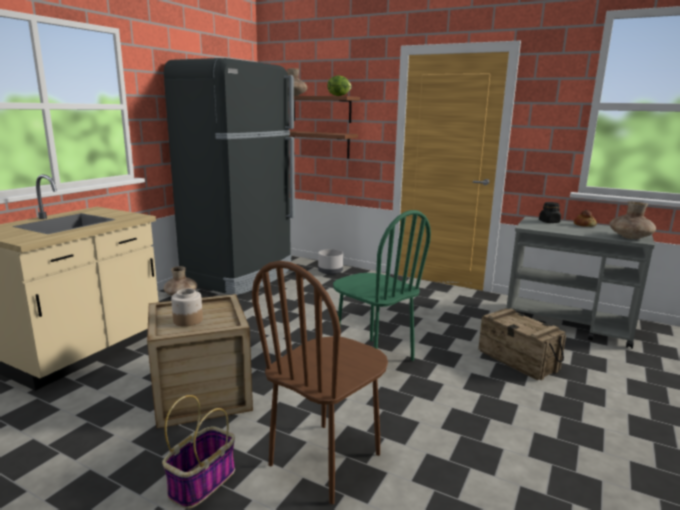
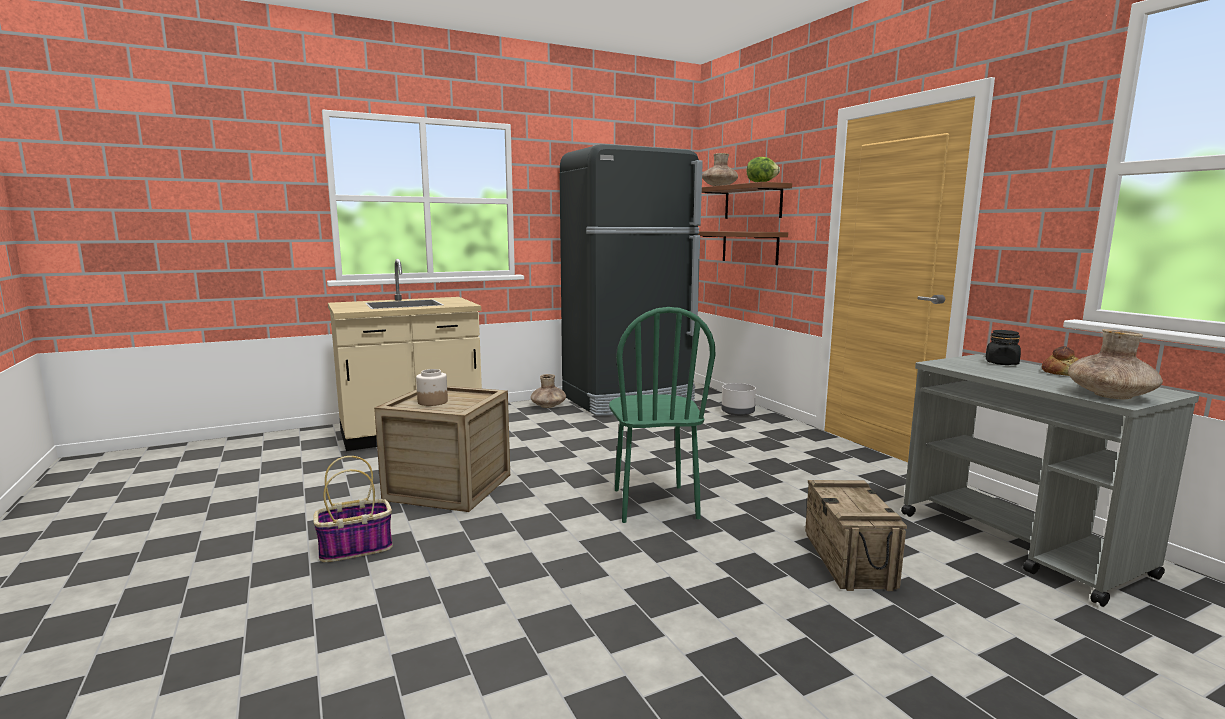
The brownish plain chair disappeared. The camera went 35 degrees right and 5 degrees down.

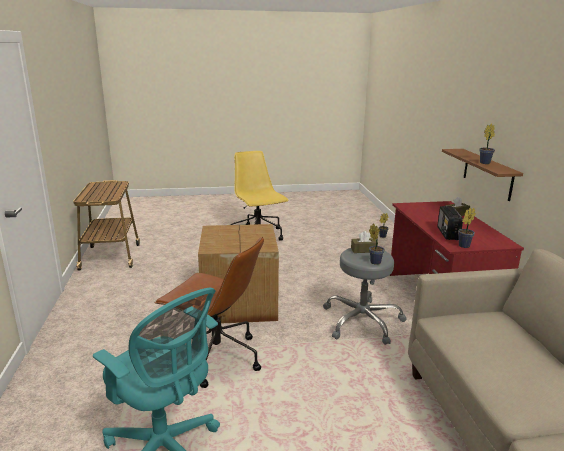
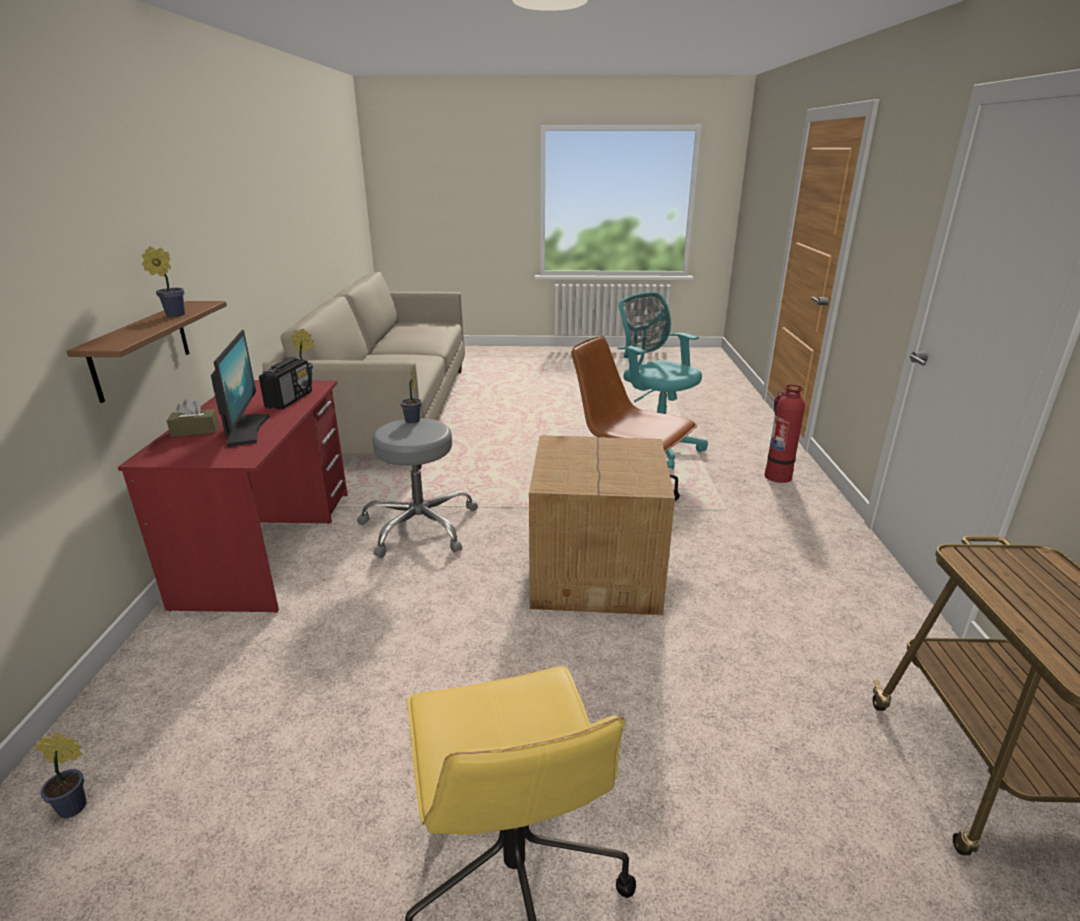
The brownish box of tissues (no. 1 from left) disappeared. The computer display appeared. The extinguisher appeared. The camera went 170 degrees left and 5 degrees up.

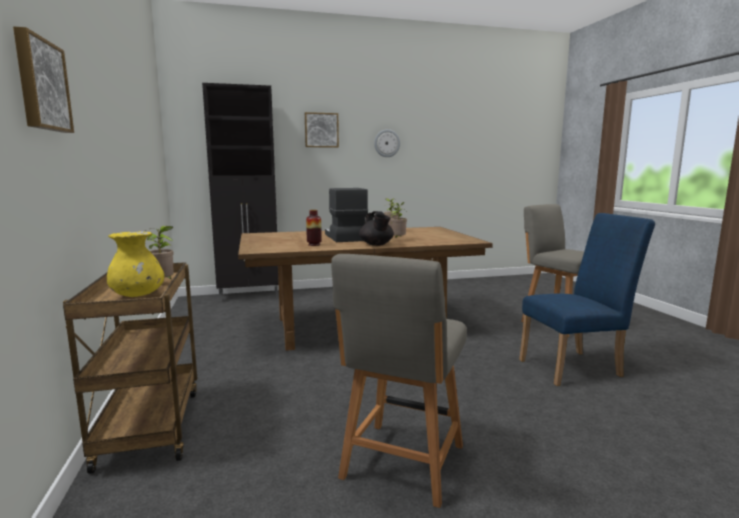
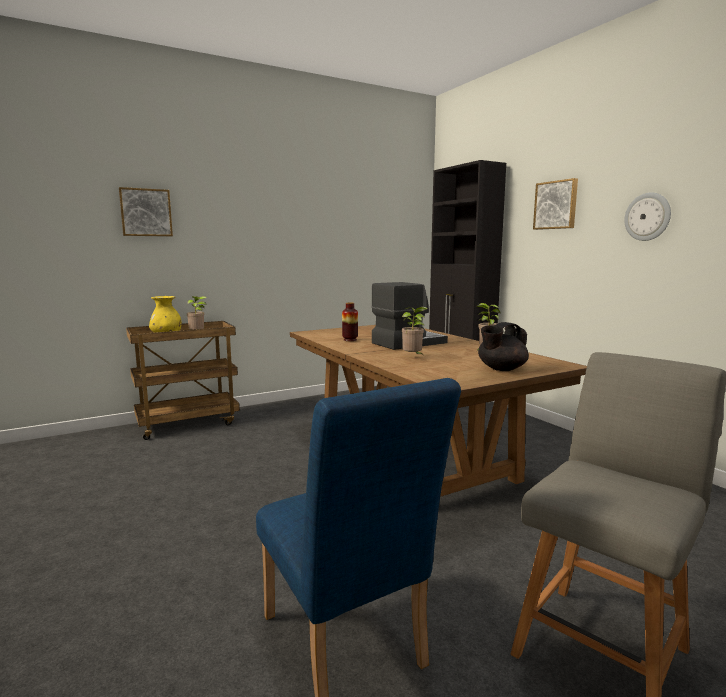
The gray plain chair (no. 1 from left) disappeared. The black-coloured pot for tea moved. The camera went 75 degrees right and 0 degrees up.

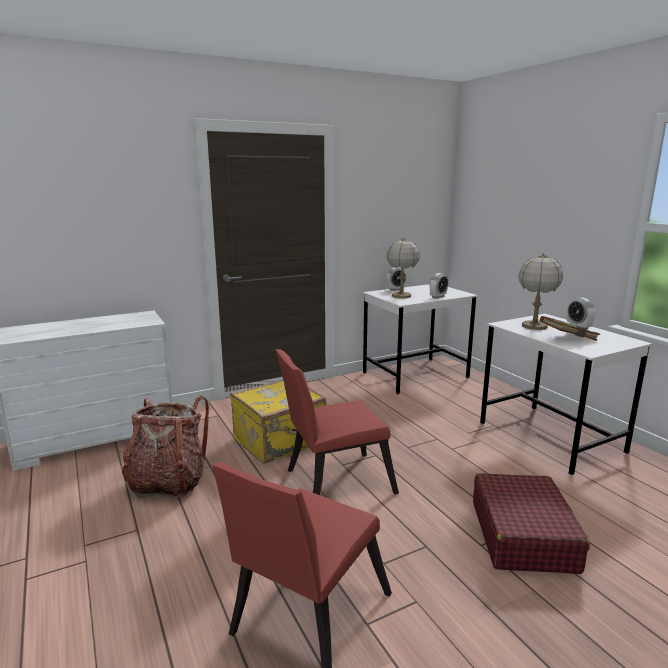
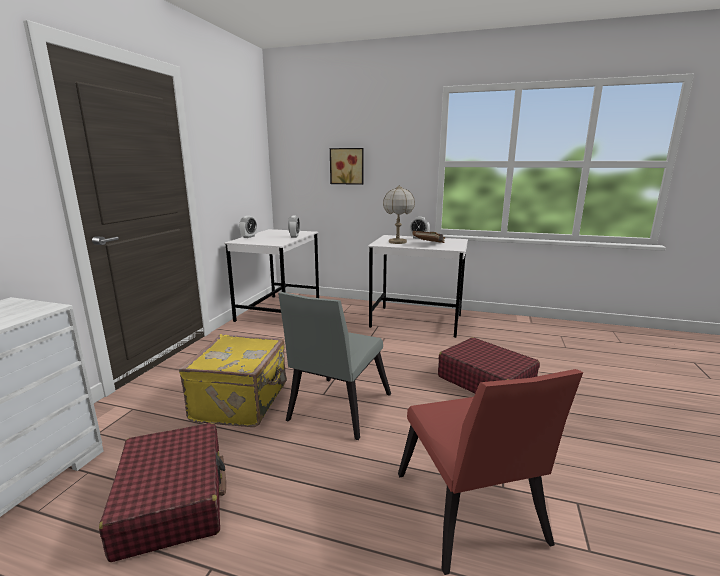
The table lamp (no. 1 from left) disappeared. The wall art appeared. The backpack was replaced by the reddish piece of luggage (no. 1 from left). The reddish plain chair (no. 2 from left) became the gray plain chair. The camera went 45 degrees left and 0 degrees up.

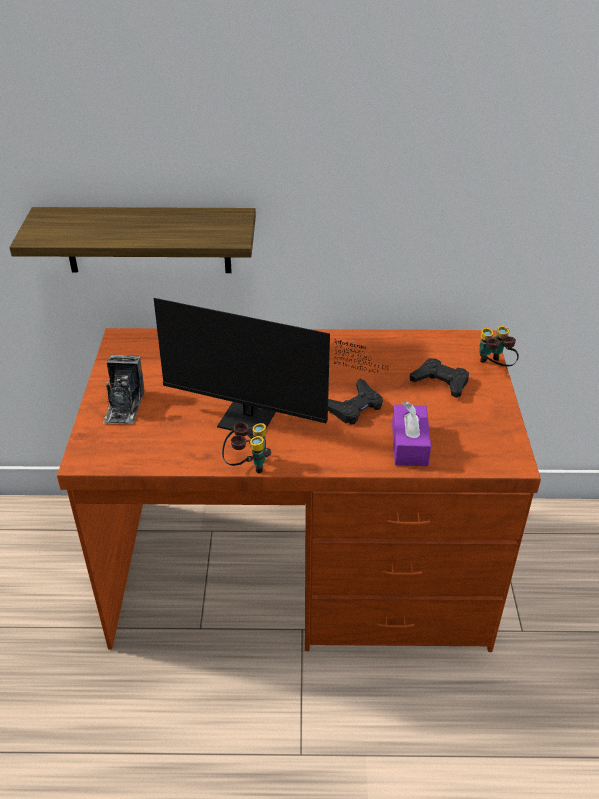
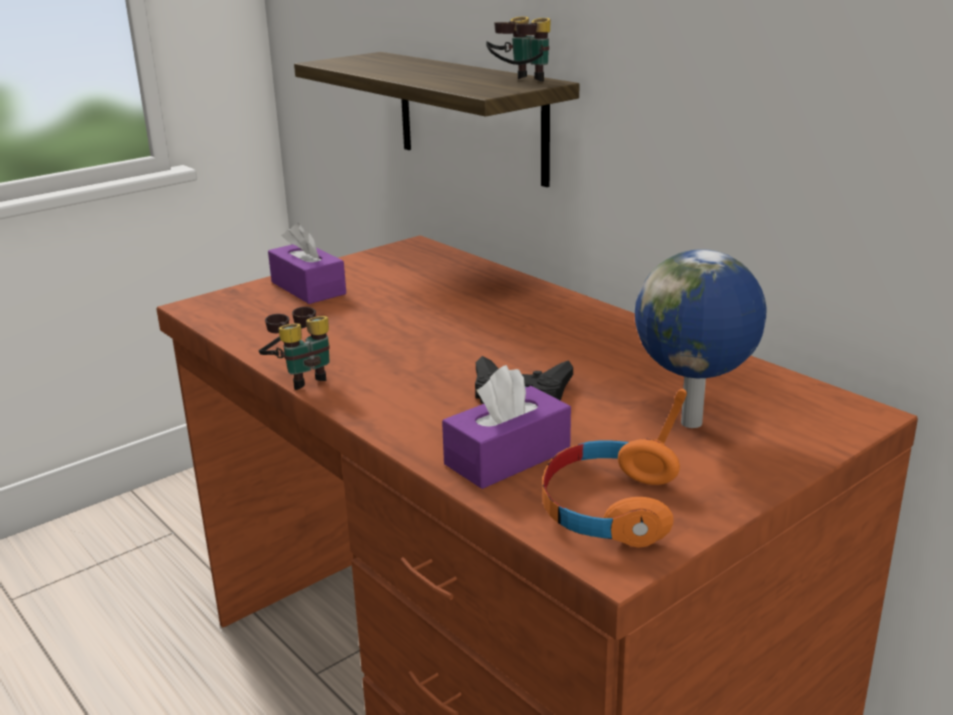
The computer display disappeared. The orange pair of headphones appeared. The binoculars (no. 2 from left) moved. The photo camera was replaced by the purple box of tissues (no. 1 from left). The black-coloured joypad (no. 2 from left) was replaced by the globe. The camera went 50 degrees right and 15 degrees down.

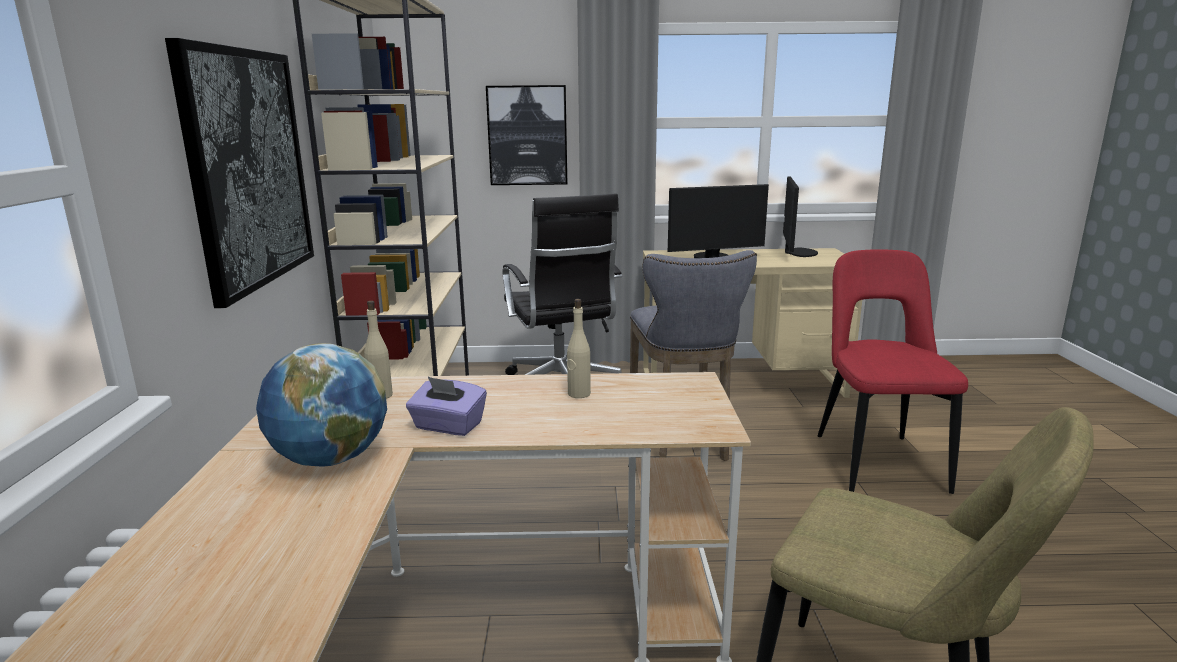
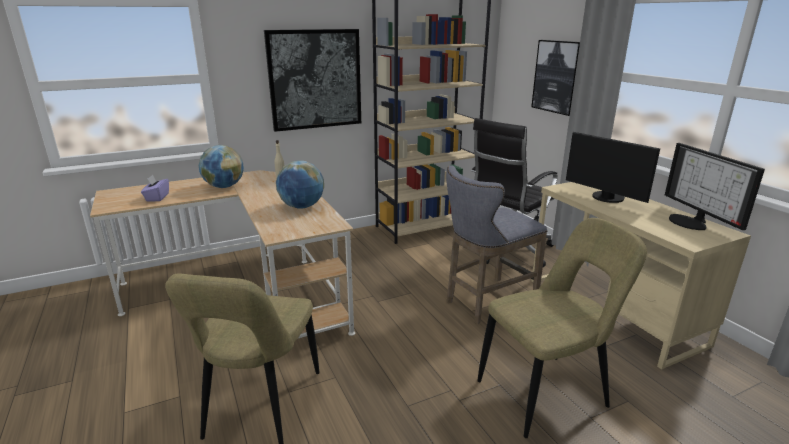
The purple box of tissues moved. The beige-coloured drink bottle (no. 2 from left) was replaced by the globe (no. 2 from left). The reddish plain chair became the beige-coloured plain chair (no. 2 from left). The computer display (no. 2 from left) turned 90 degrees clockwise. The camera went 65 degrees right and 5 degrees up.

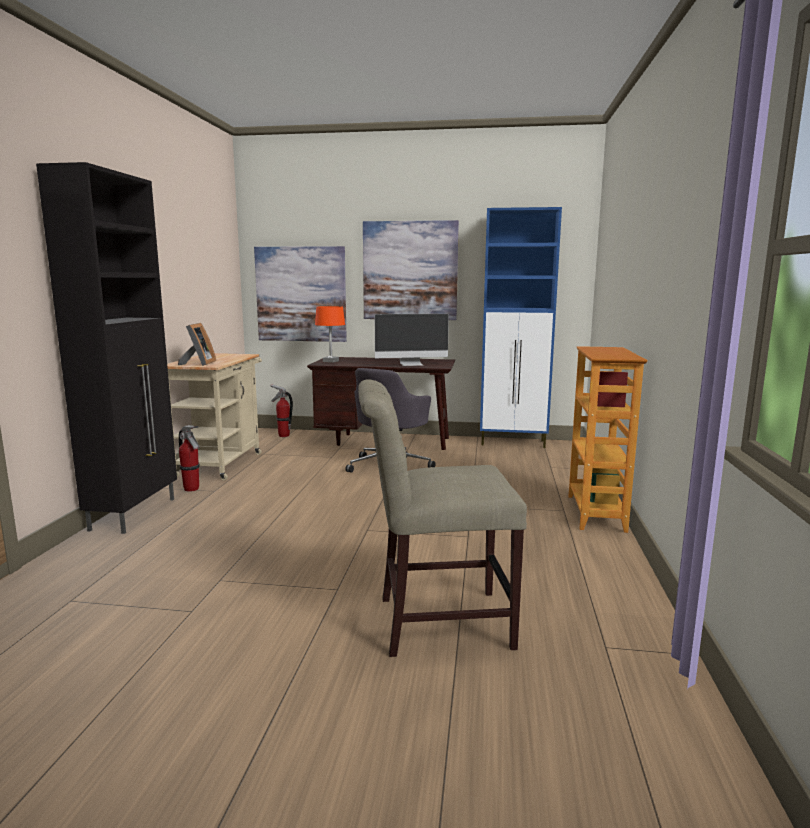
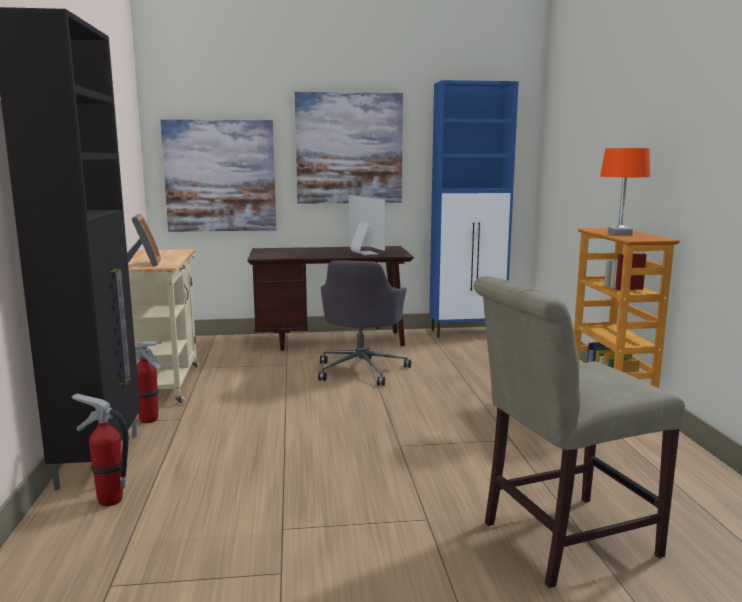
The extinguisher (no. 2 from left in the first image) moved. The orange table lamp moved. The computer display turned 90 degrees counterclockwise. The camera went 15 degrees left and 0 degrees up.

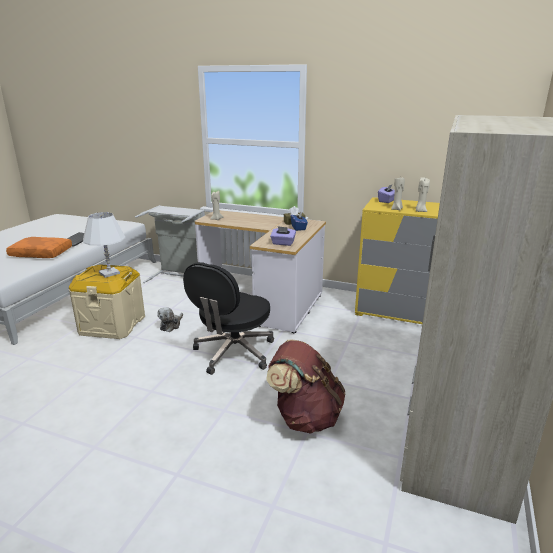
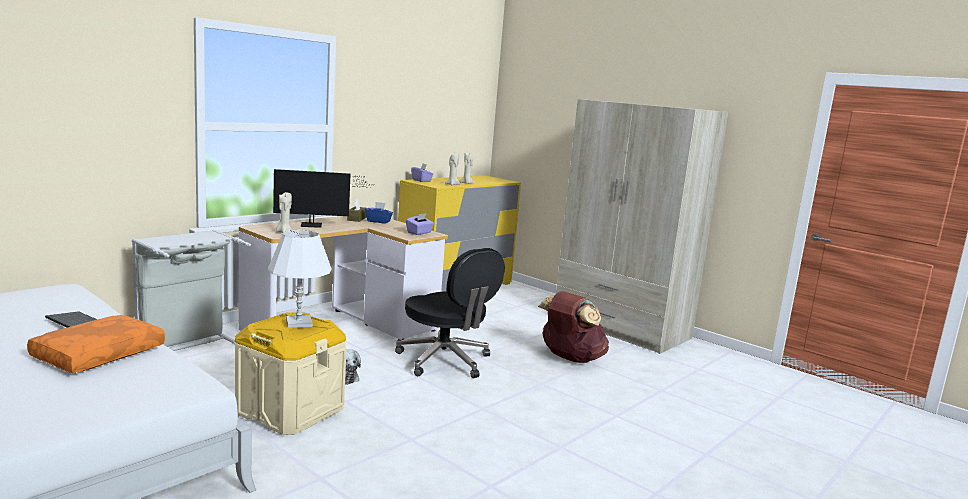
The computer display appeared. The camera went 70 degrees left and 10 degrees down.

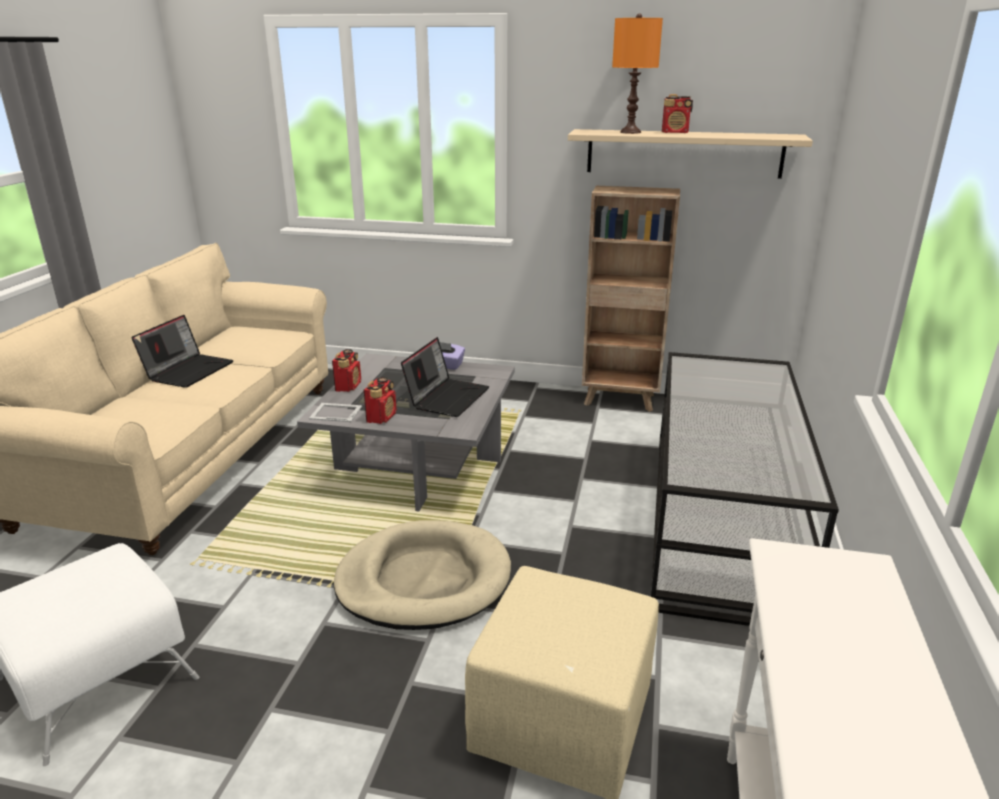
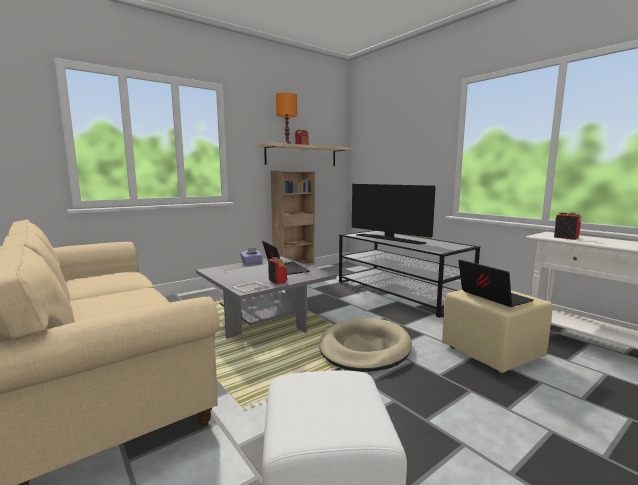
The TV appeared. The notebook computer (no. 1 from left in the first image) moved. The radio set (no. 1 from left in the first image) moved. The camera went 50 degrees left and 15 degrees down.

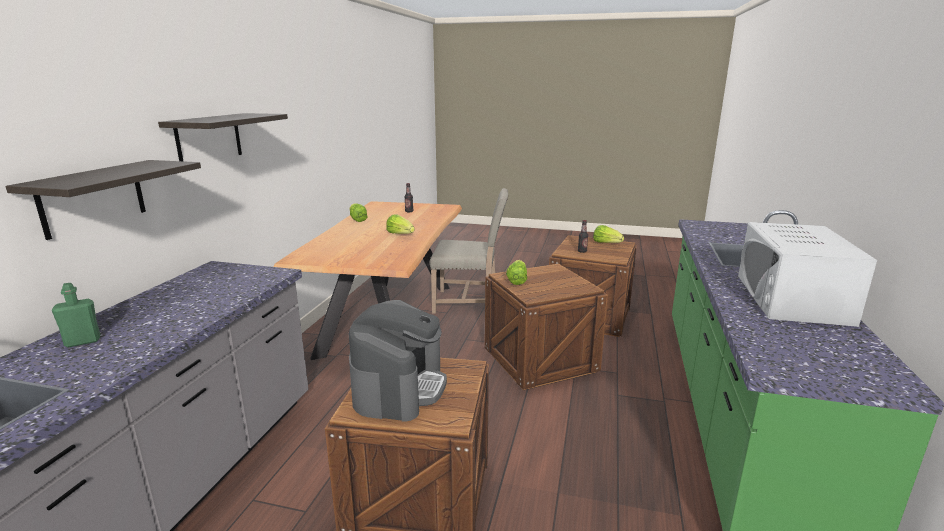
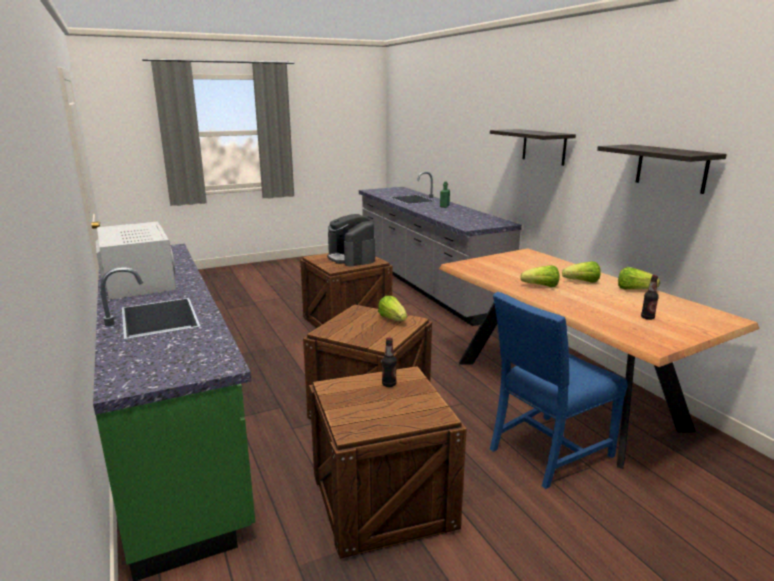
The wall shelf (no. 1 from left in the first image) moved. The head of lettuce (no. 4 from left in the first image) moved. The beige-coloured plain chair became the bluish plain chair. The camera went 140 degrees right and 0 degrees up.

